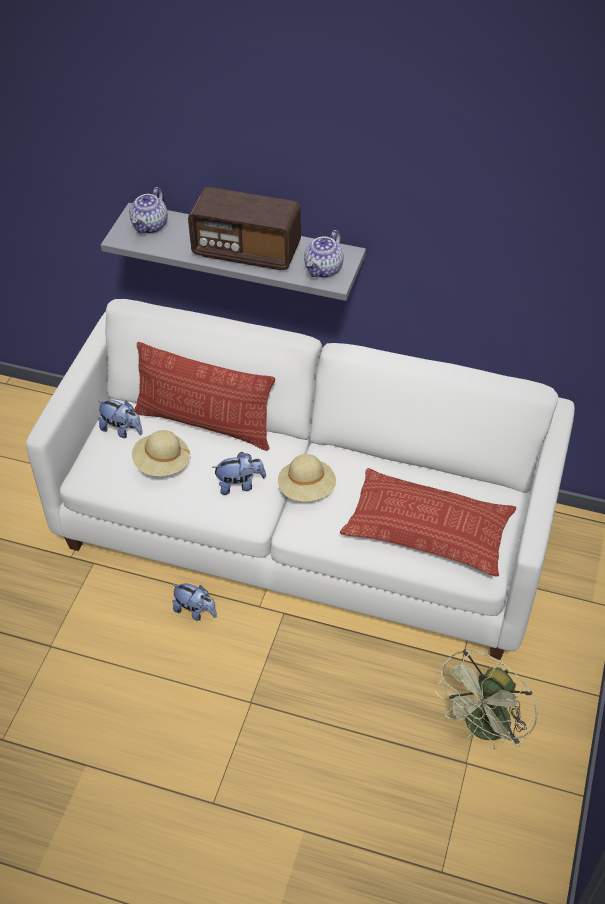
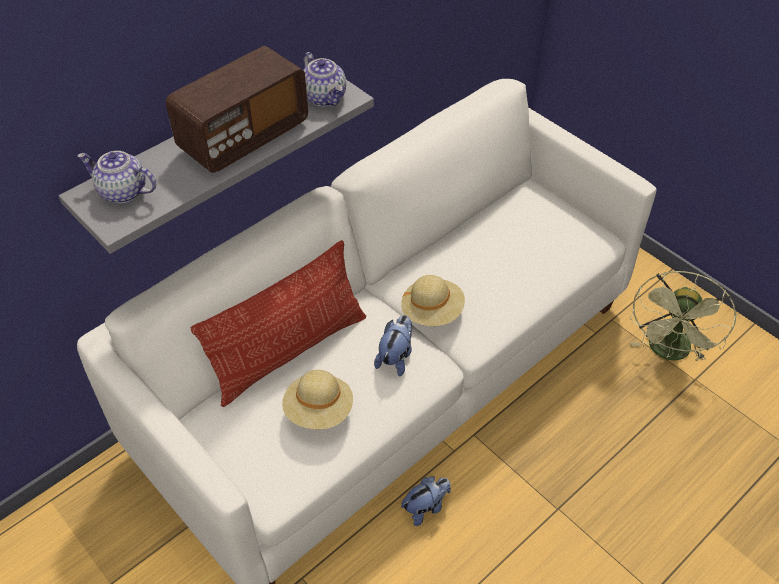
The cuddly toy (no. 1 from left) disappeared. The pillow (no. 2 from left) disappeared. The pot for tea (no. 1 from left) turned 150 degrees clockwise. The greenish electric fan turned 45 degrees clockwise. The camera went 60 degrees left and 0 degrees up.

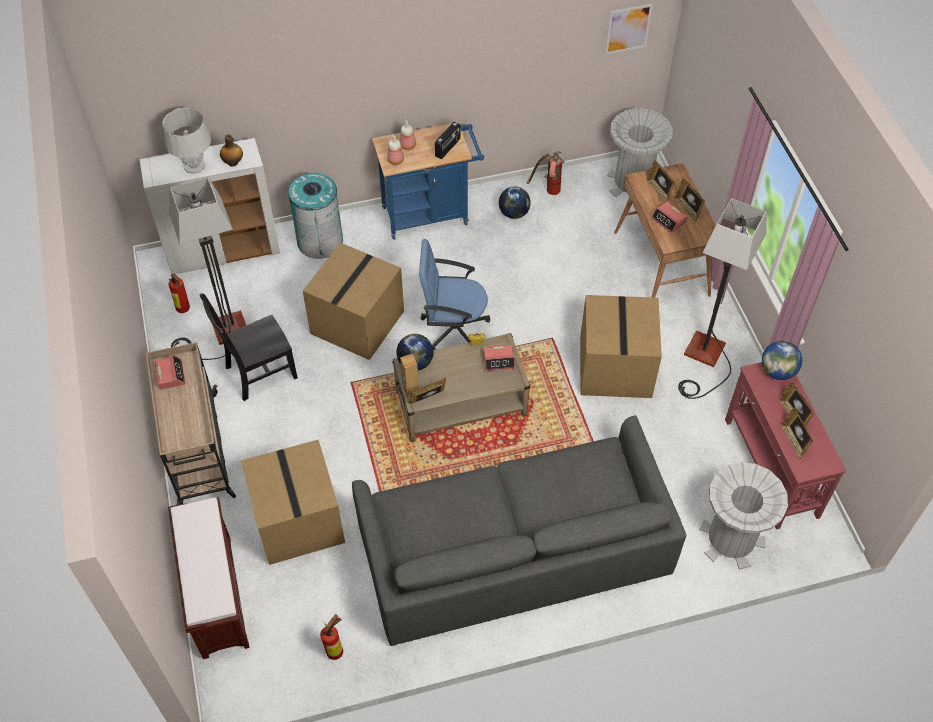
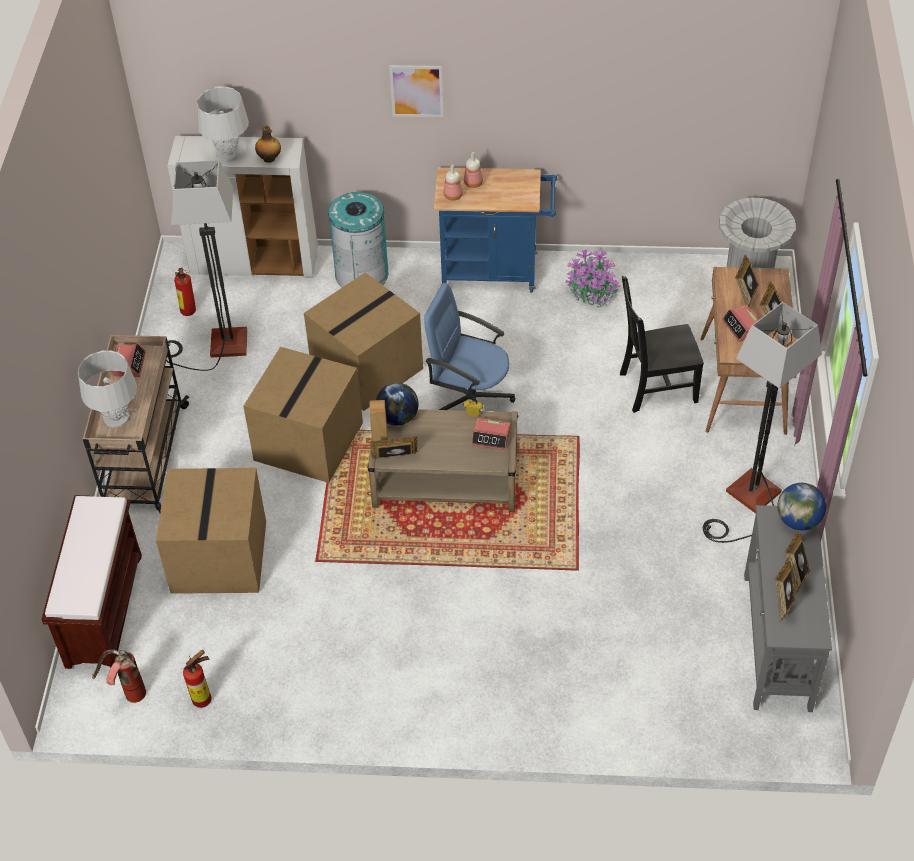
The gray couch disappeared. The radio set disappeared. The gray rubbish bin (no. 2 from left) disappeared. The gray table lamp (no. 1 from left) appeared. The black-coloured plain chair moved. The extinguisher (no. 3 from left in the first image) moved. The packing box (no. 3 from left in the first image) moved. The wall art moved. The globe (no. 2 from left) was replaced by the potted plant. The reddish narrow table became the gray narrow table. The camera went 20 degrees right and 5 degrees down.

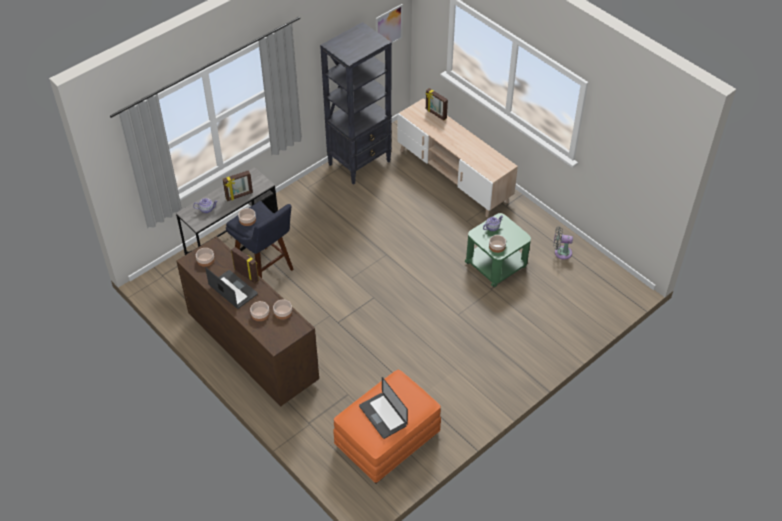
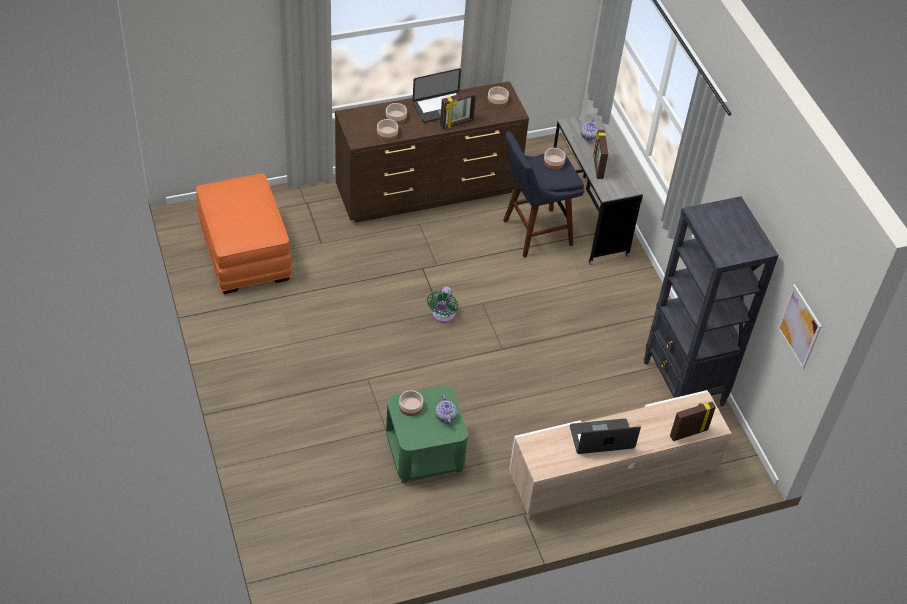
The gray electric fan disappeared. The greenish electric fan appeared. The notebook computer (no. 2 from left) moved. The camera went 110 degrees right and 0 degrees up.

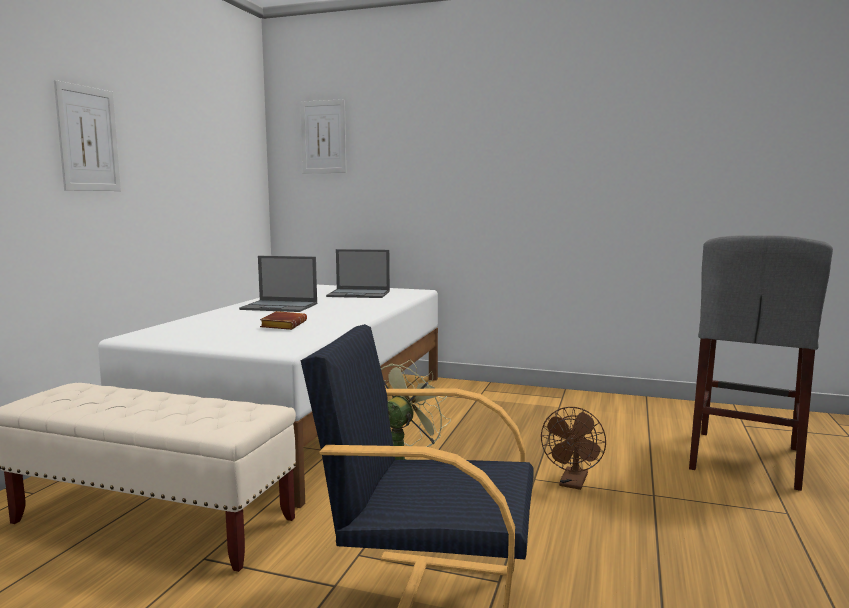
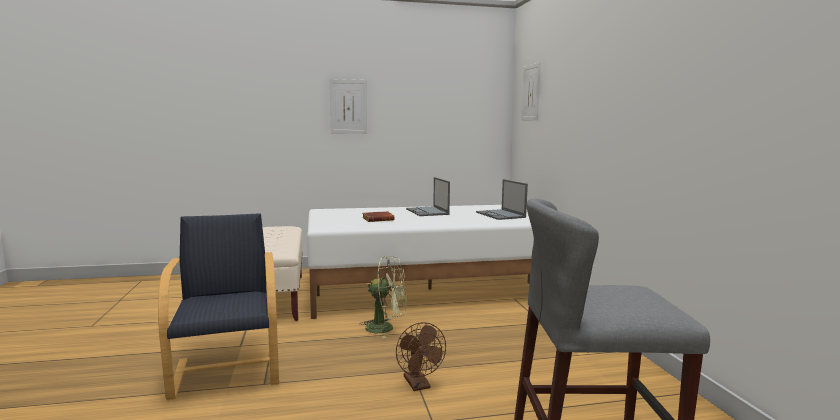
The brownish electric fan turned 105 degrees counterclockwise. The camera went 60 degrees right and 0 degrees up.

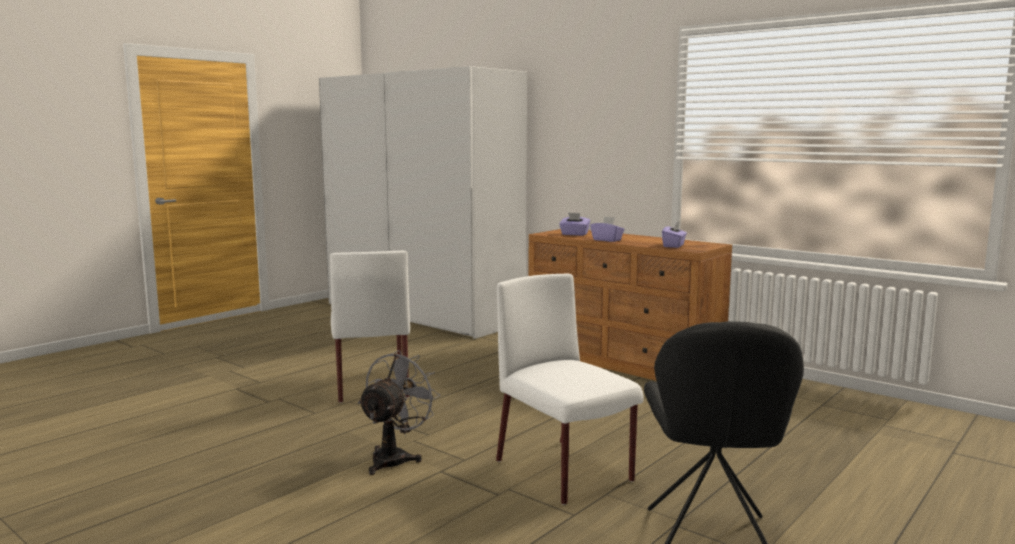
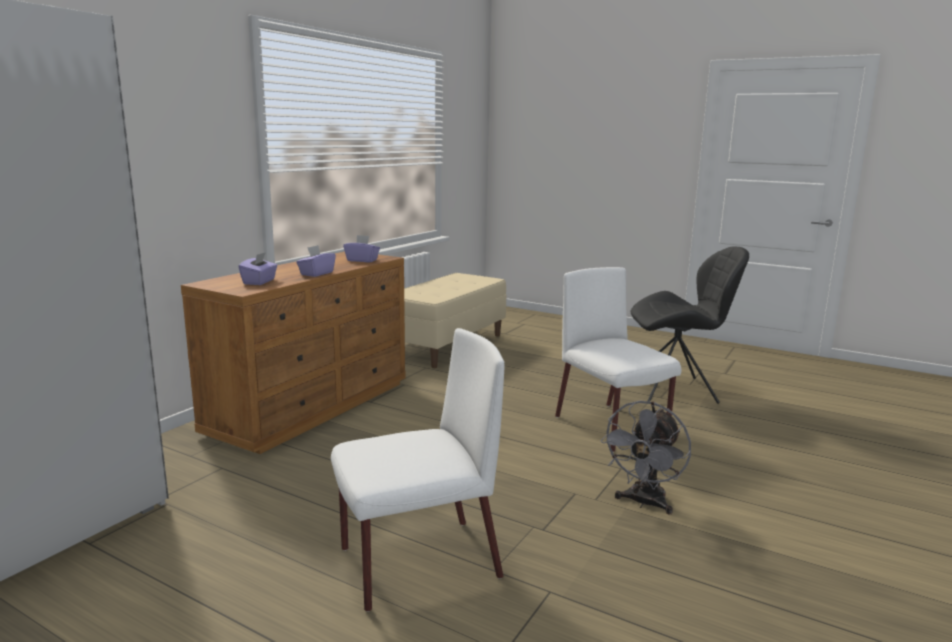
The beige-coloured bench appeared. The gray electric fan turned 75 degrees counterclockwise. The white plain chair (no. 2 from left) turned 105 degrees clockwise. The camera went 100 degrees left and 5 degrees up.

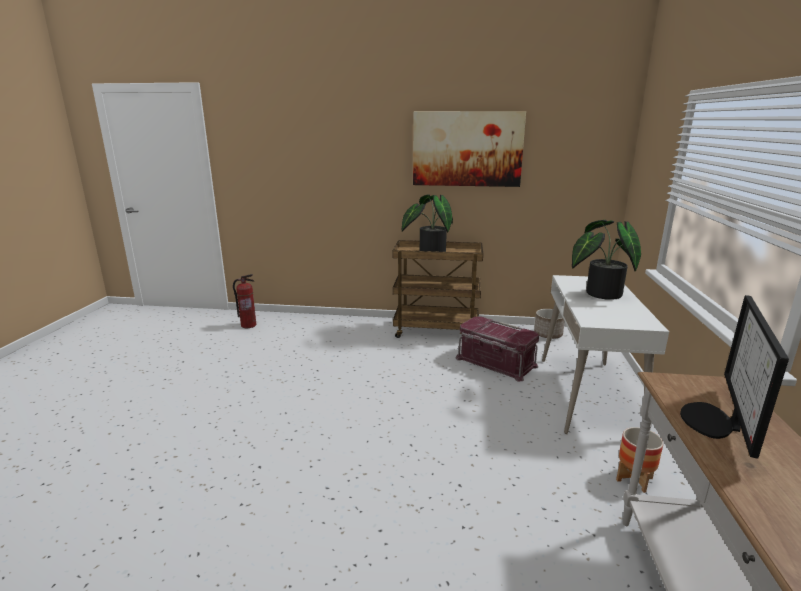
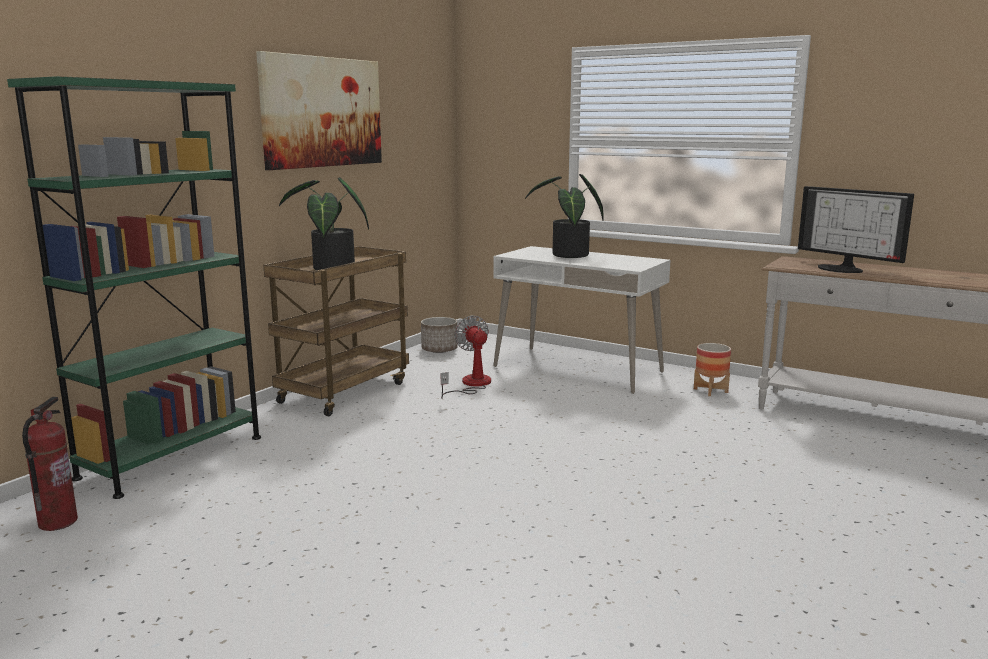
The greenish bookcase appeared. The reddish storage bin was replaced by the electric fan. The camera went 65 degrees left and 5 degrees down.

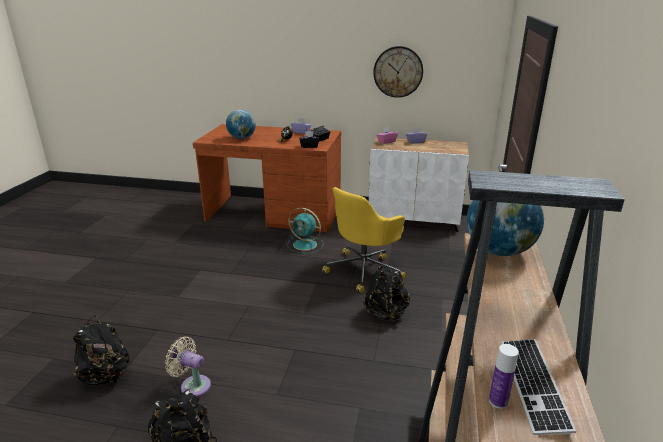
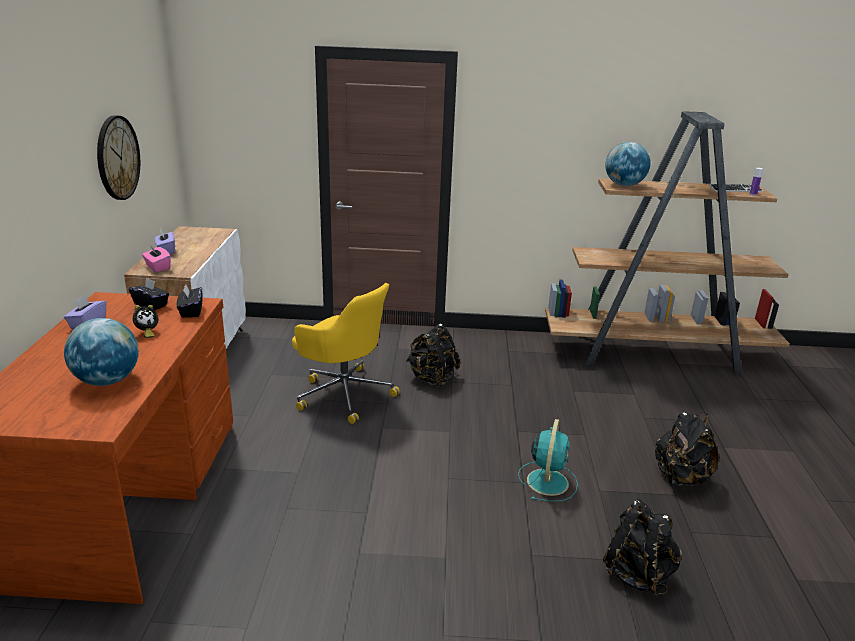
The beige-coloured electric fan disappeared. The turquoise-coloured electric fan moved. The camera went 100 degrees left and 0 degrees up.

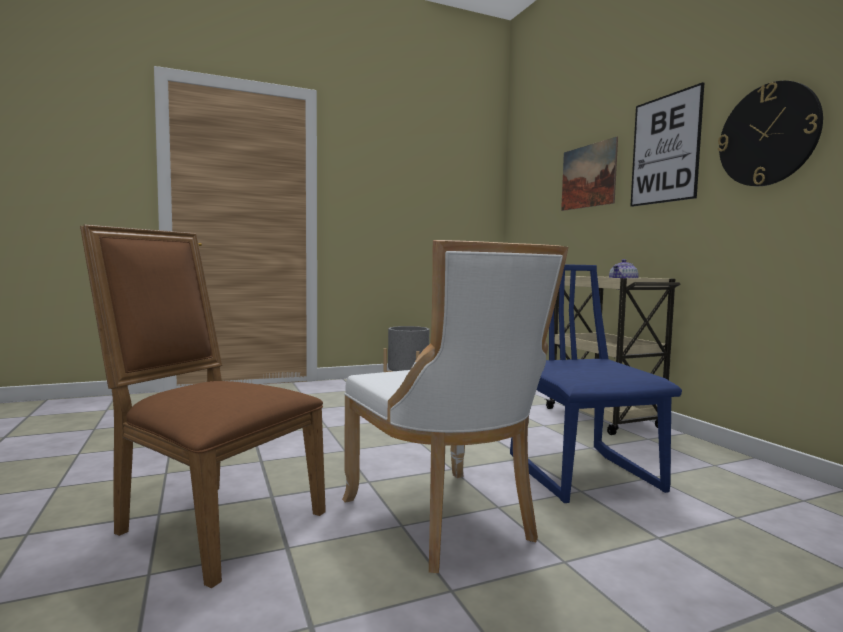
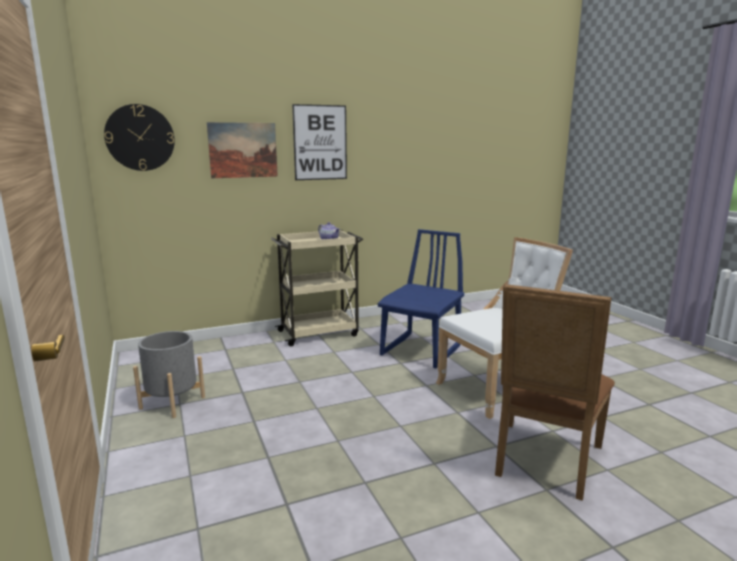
The wall clock moved. The bluish plain chair turned 135 degrees clockwise. The camera went 90 degrees left and 10 degrees up.

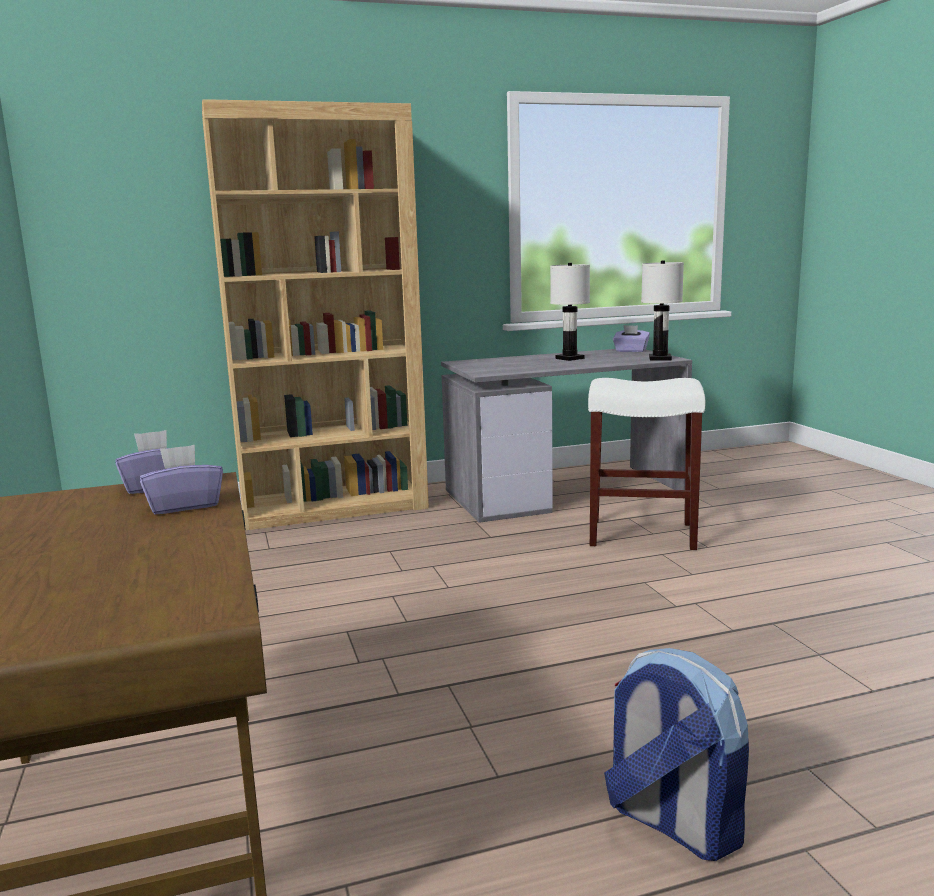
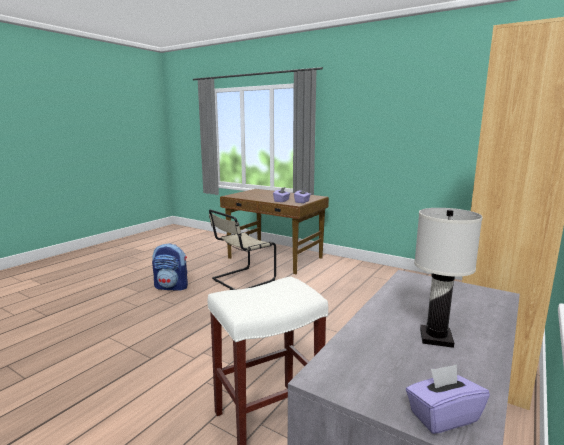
The white table lamp (no. 2 from left) disappeared. The beige-coloured plain chair appeared. The camera went 140 degrees right and 0 degrees up.

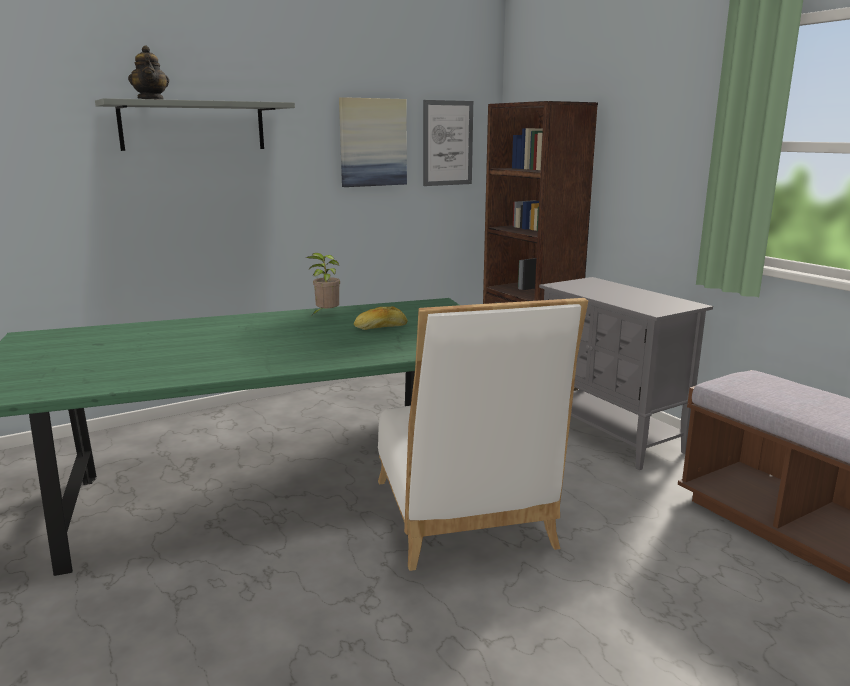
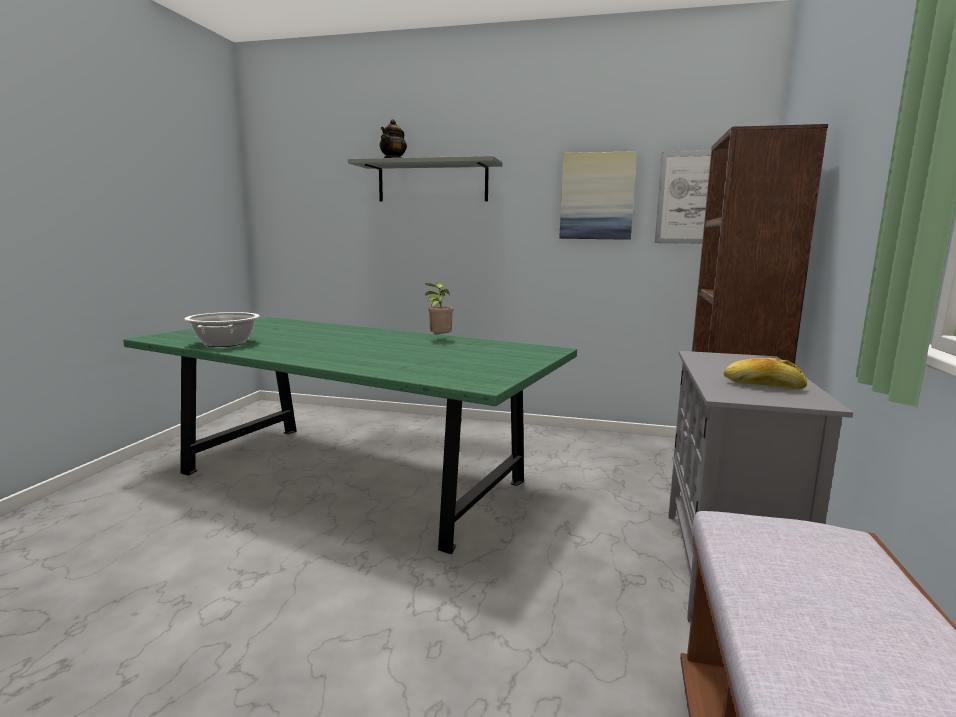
The white plain chair disappeared. The stockpot appeared. The bread moved. The camera went 45 degrees right and 5 degrees down.

